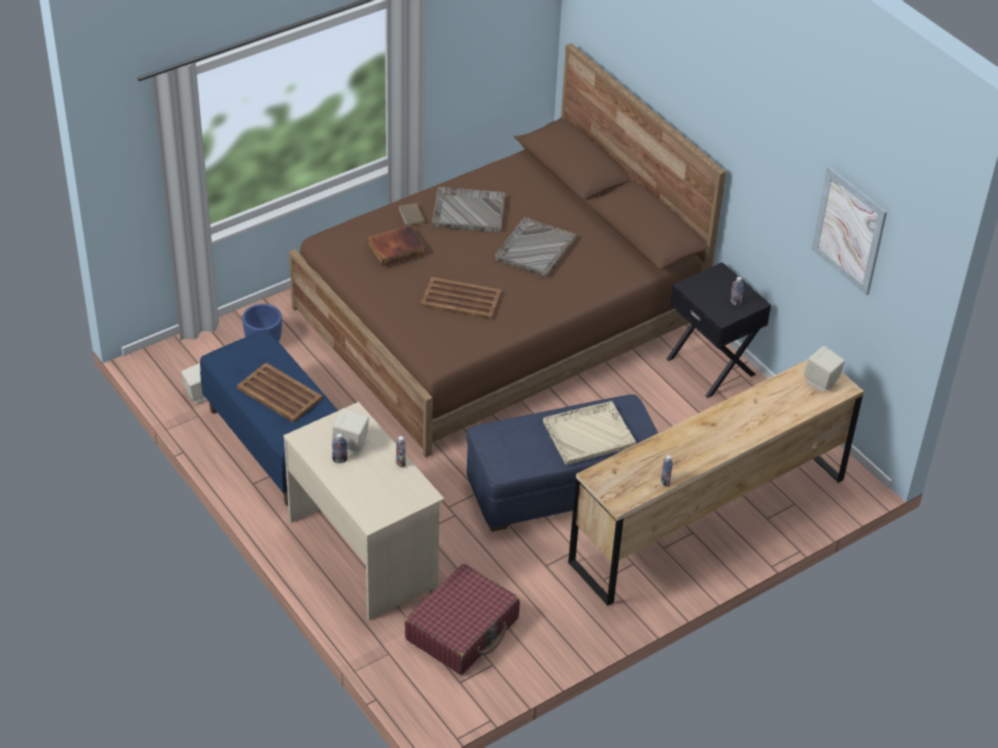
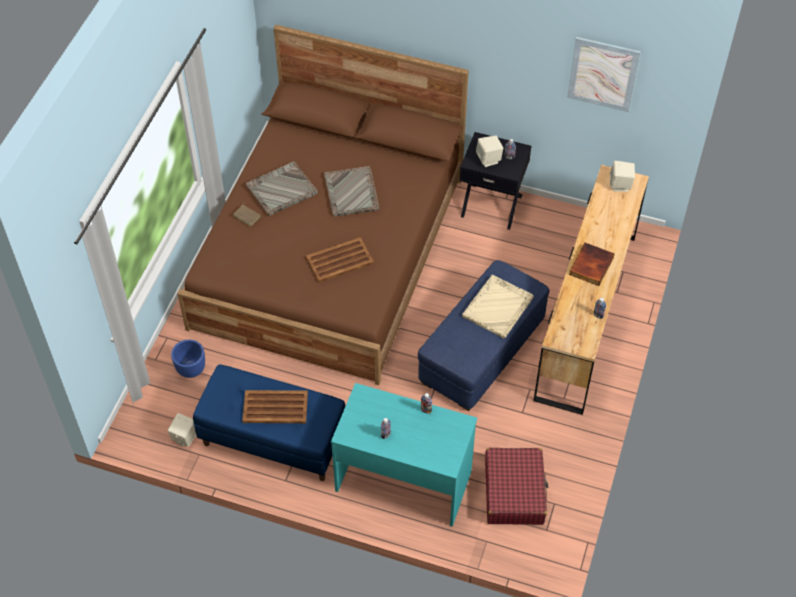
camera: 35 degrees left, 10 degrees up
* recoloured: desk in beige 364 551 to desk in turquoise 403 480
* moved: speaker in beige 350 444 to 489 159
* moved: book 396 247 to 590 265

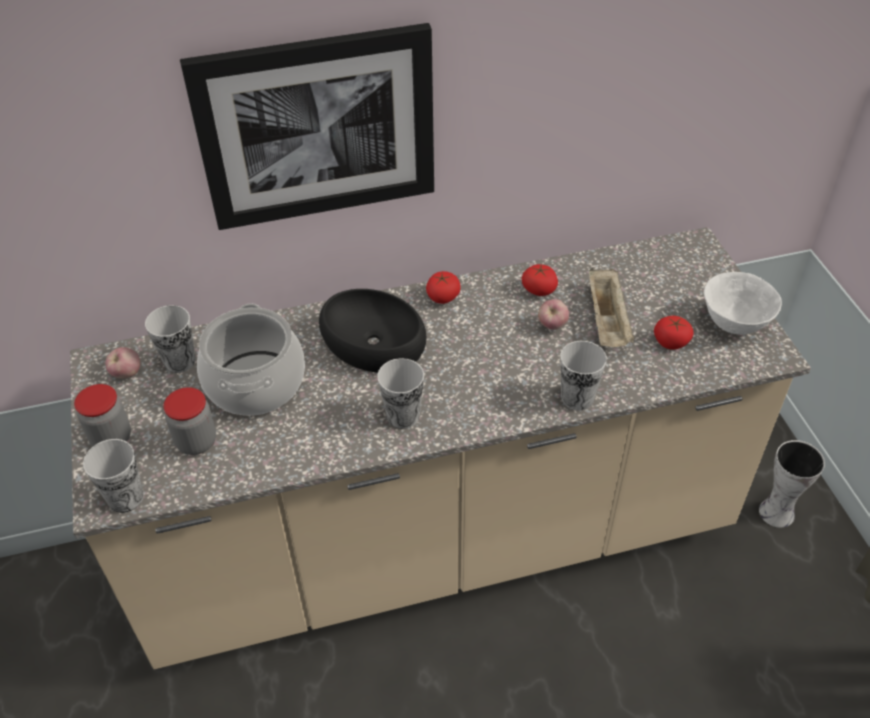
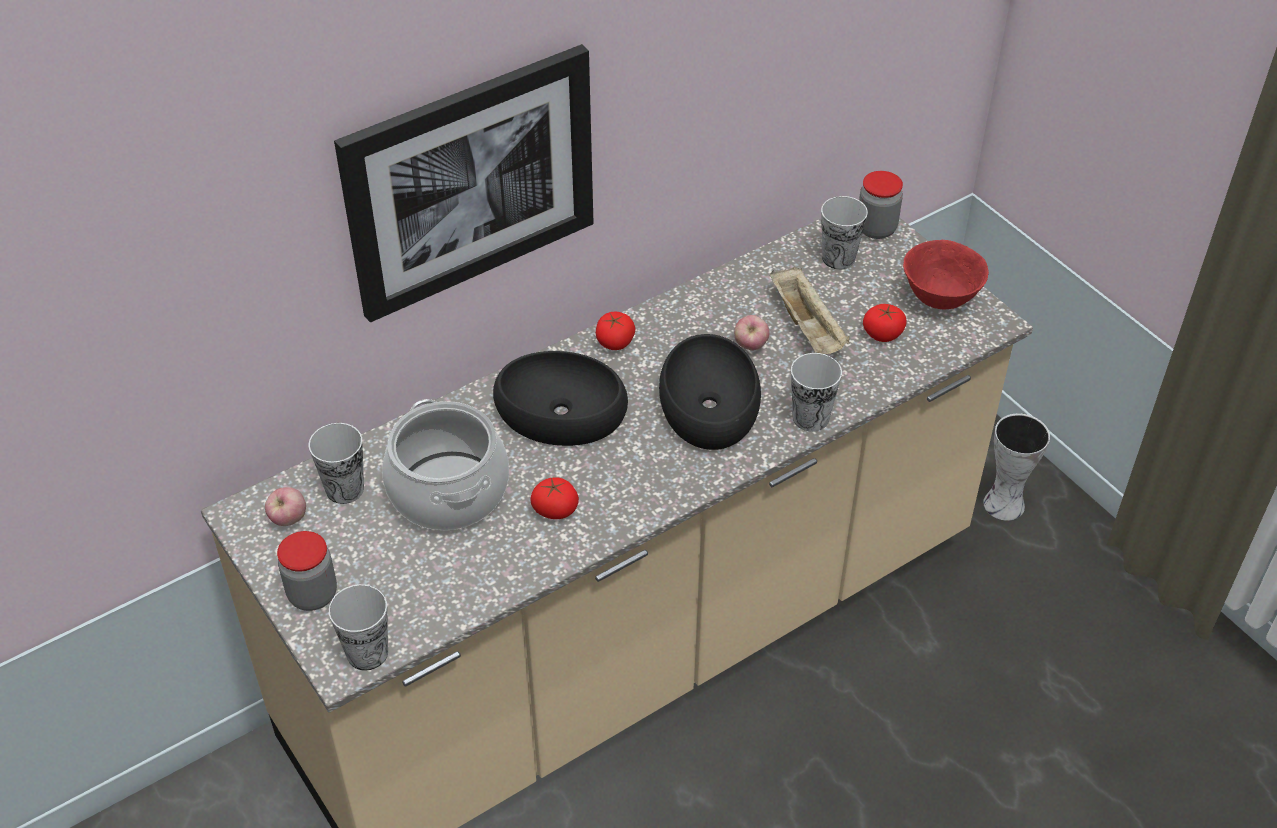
camera: 20 degrees left, 0 degrees up
* moved: tomato 539 289 to 555 509
* added: bowl in black 710 406
* moved: cup 403 416 to 838 258
* moved: jar 196 442 to 876 229
* recoloured: bowl in white 734 323 to bowl in red 940 298

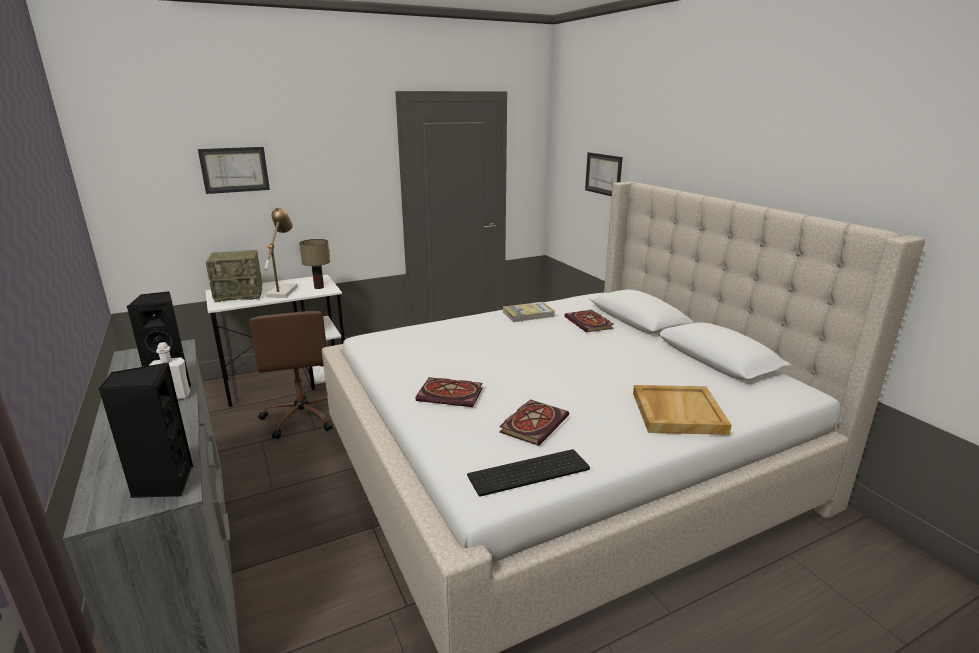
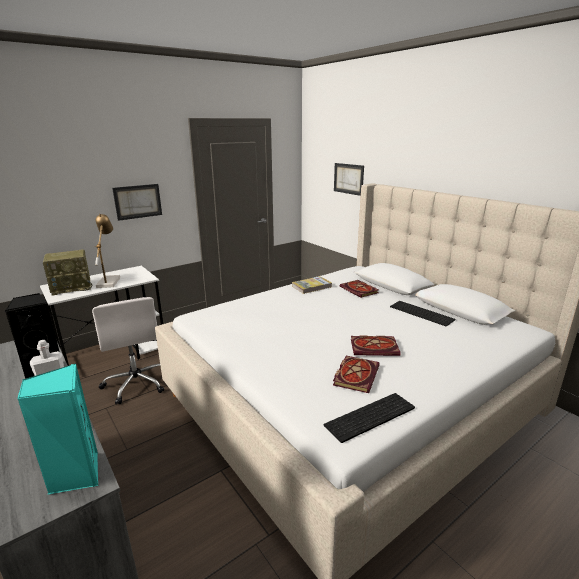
camera: 10 degrees left, 0 degrees up
* recoloured: speaker in black 163 483 to speaker in turquoise 75 475
* recoloured: office chair in brown 303 417 to office chair in white 136 383
* moved: picture 234 170 to 138 201
* moved: book 452 394 to 375 347
* added: keyboard 422 313
* removed: table lamp 318 287
* removed: tray in beige 677 412

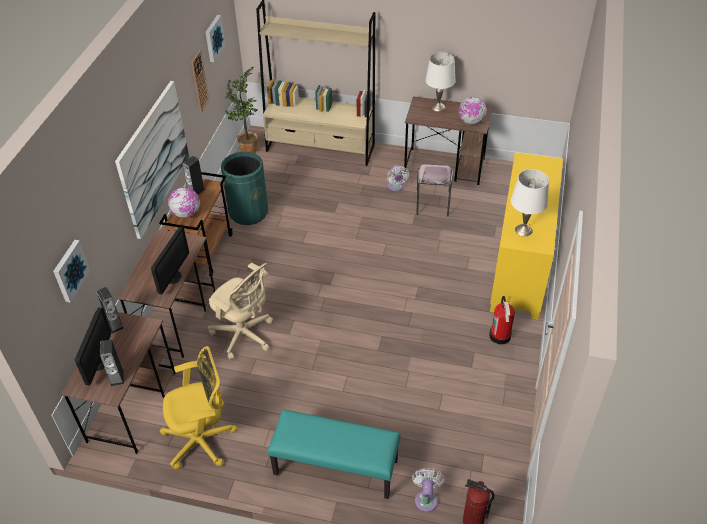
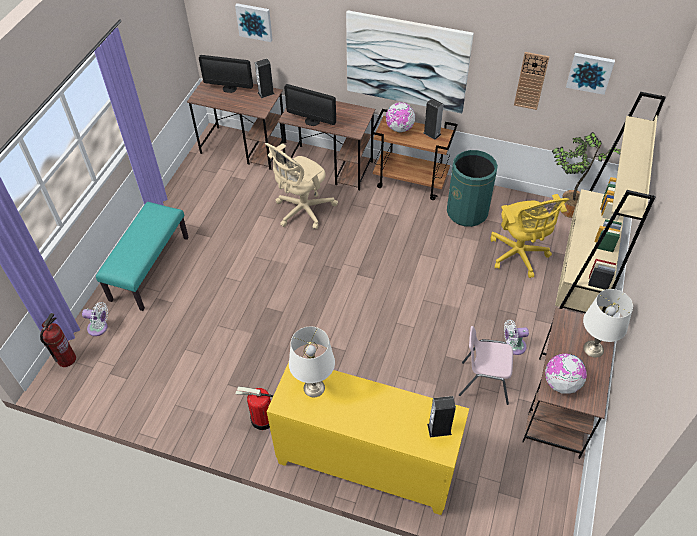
camera: 95 degrees right, 5 degrees up
* moved: speaker 117 377 to 439 429
* moved: office chair in yellow 202 440 to 519 255

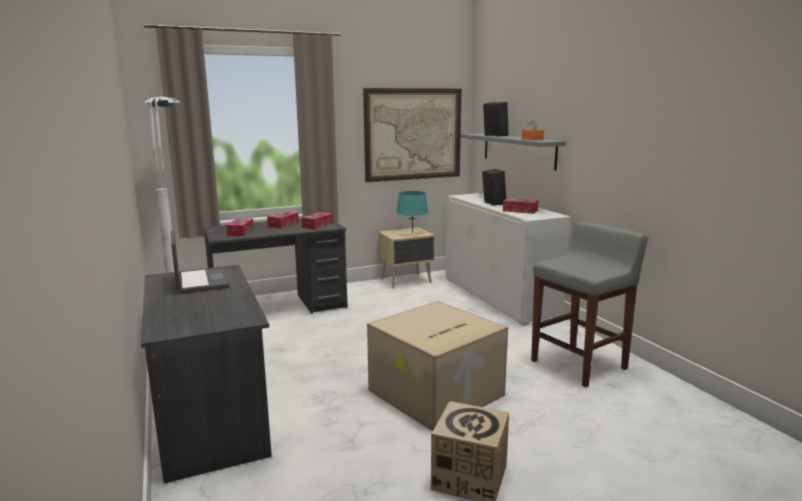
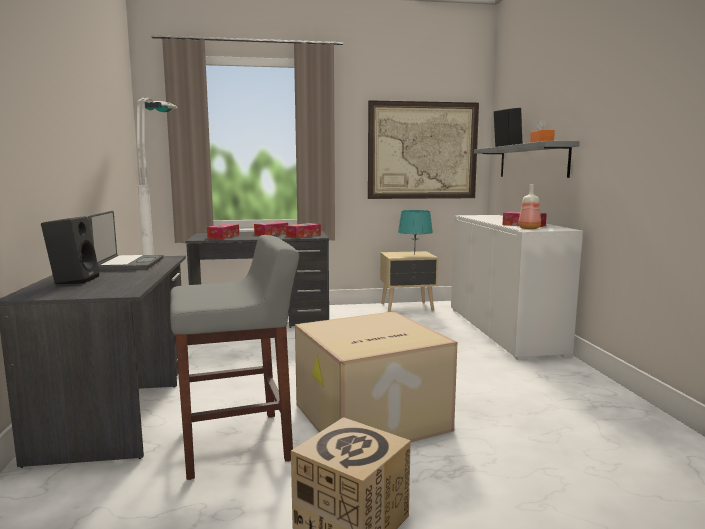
camera: 15 degrees right, 5 degrees down
* moved: speaker in black 492 203 to 73 280
* moved: stool in grey 580 364 to 238 443
* added: bottle 528 228

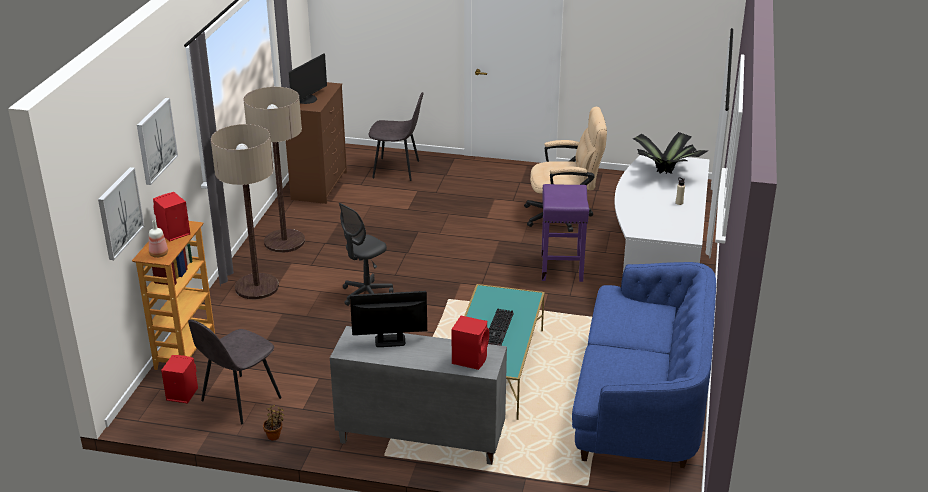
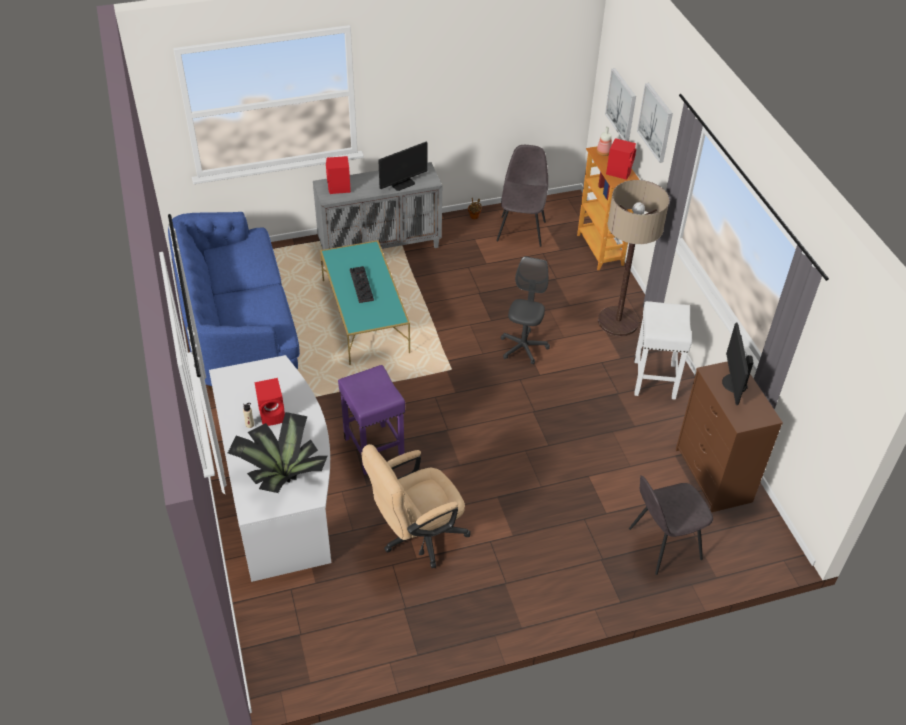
camera: 150 degrees right, 15 degrees up
* moved: speaker in red 181 394 to 273 414
* replaced: floor lamp 284 241 to stool in white 654 380

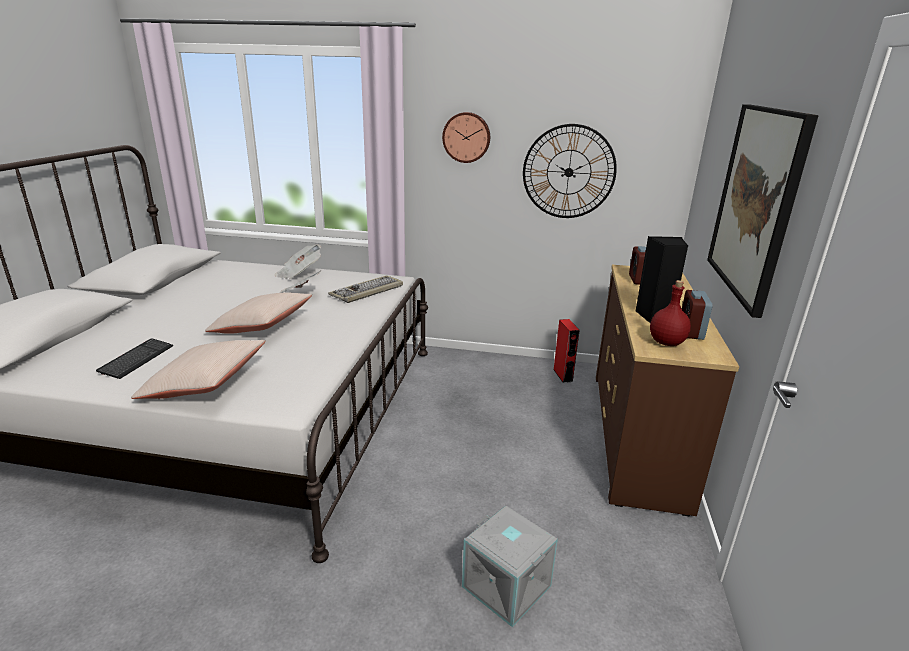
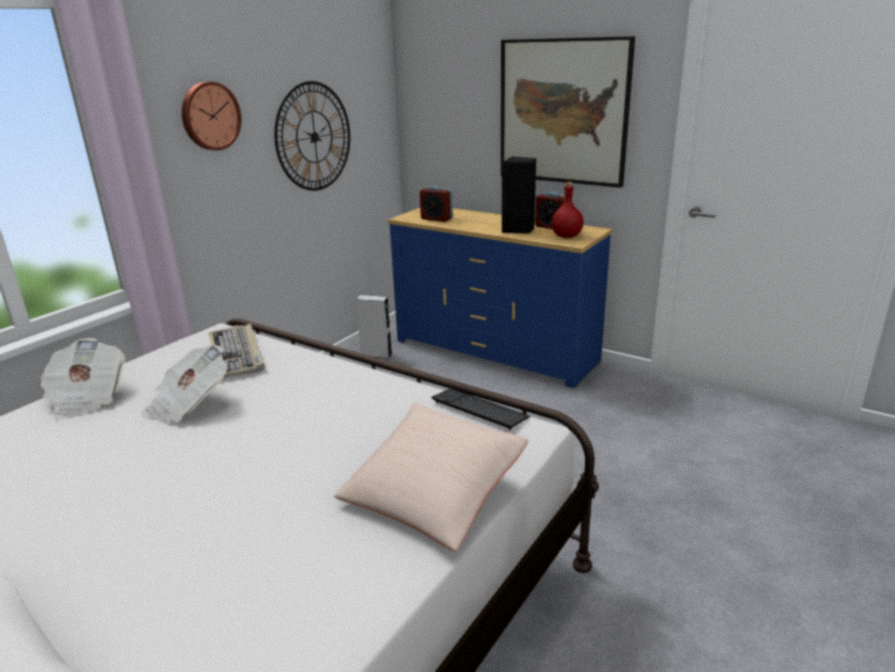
camera: 65 degrees left, 0 degrees up
* recoloured: speaker in red 563 375 to speaker in grey 376 355
* recoloured: dresser in brown 637 435 to dresser in blue 495 351
* moved: keyboard 137 359 to 479 409
* removed: pillow in beige 262 326
* removed: storage box in grey 508 585

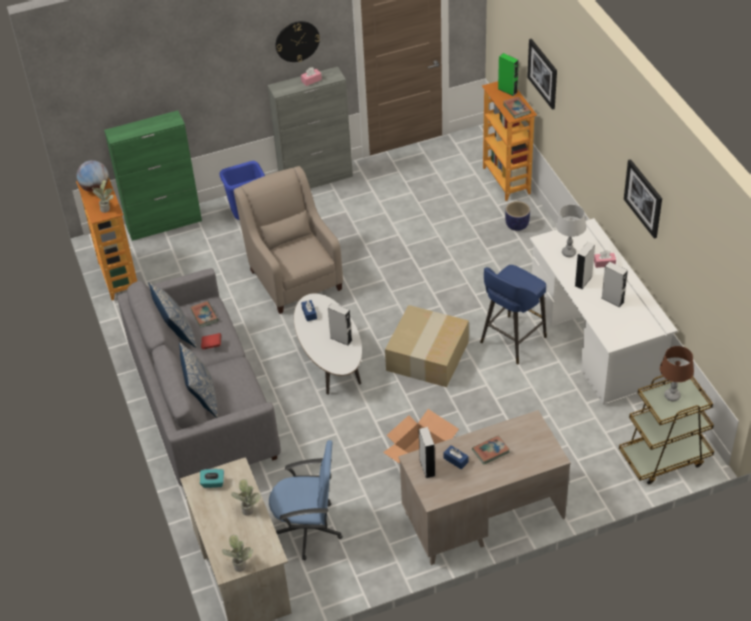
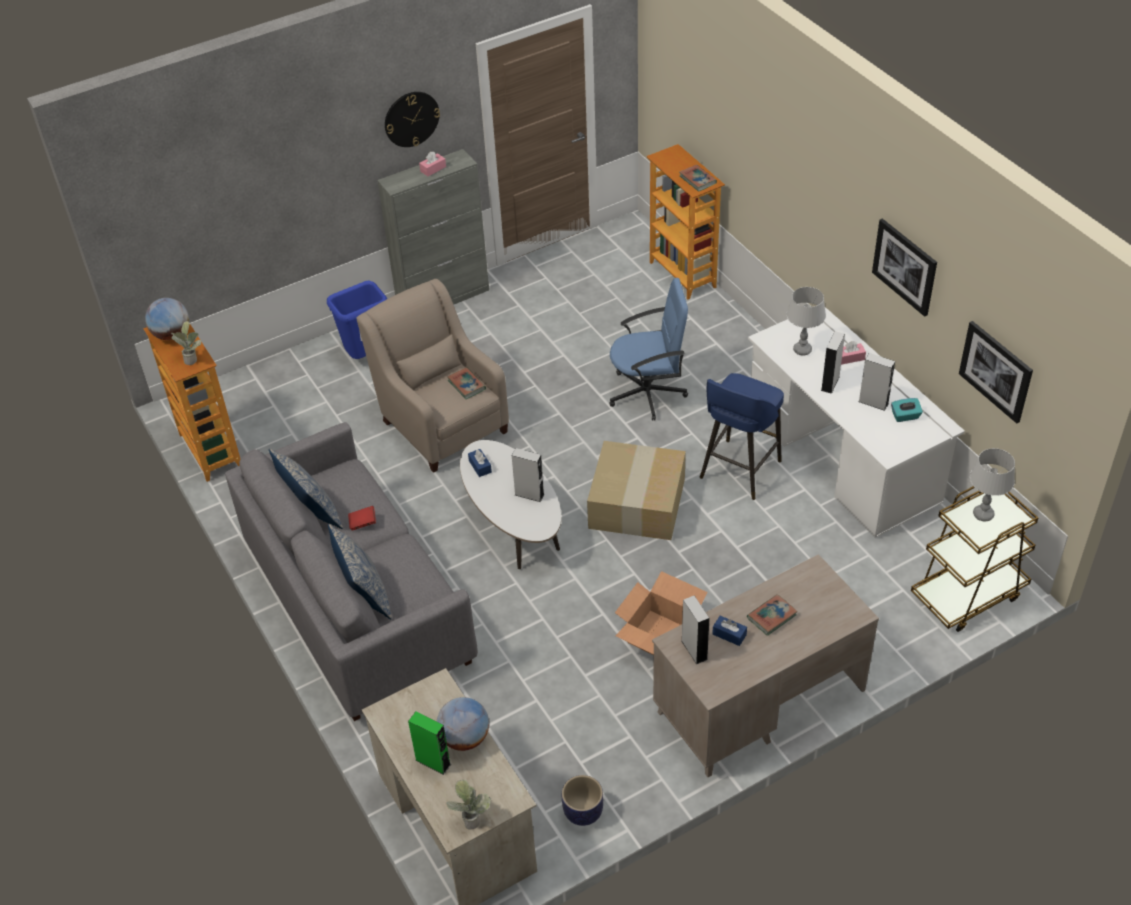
camera: 10 degrees left, 0 degrees up
* moved: speaker in green 507 90 to 433 762
* replaced: potted plant 248 508 to globe 464 738
* moved: book 204 315 to 466 385
* moved: planter 516 225 to 582 812
* moved: office chair in blue 308 529 to 648 393
* moved: tissue box in turquoise 213 483 to 905 416
* moved: picture 543 73 to 996 371
* recoloured: table lamp in brown 672 396 to table lamp in grey 983 514
* removed: cabinet in green 164 223

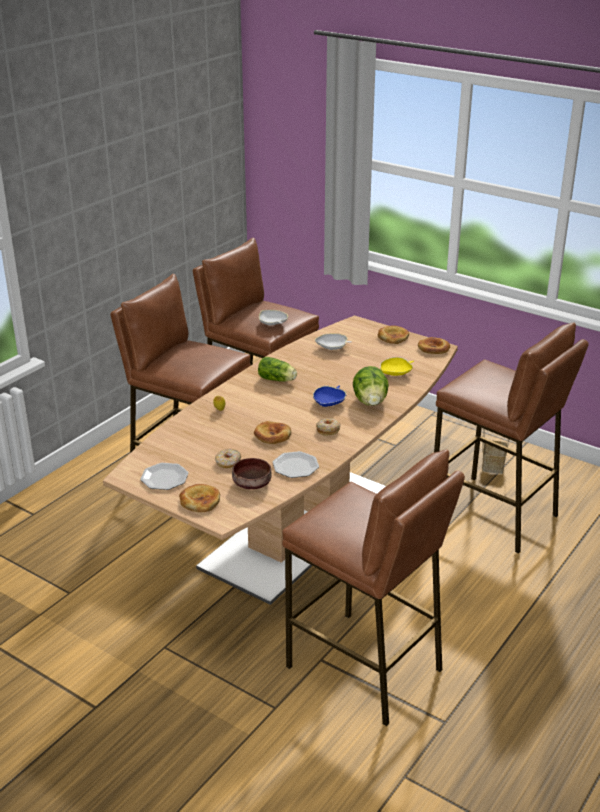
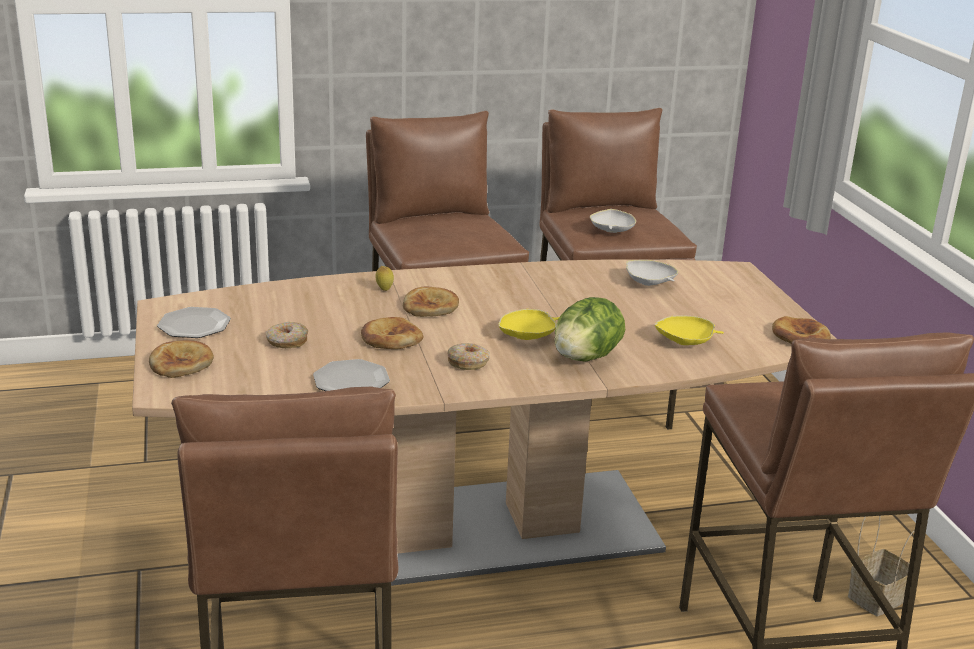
camera: 40 degrees right, 5 degrees down
* moved: bread 393 337 to 430 306
* recoloured: bowl in blue 329 403 to bowl in yellow 528 336
* removed: bowl in brown 253 483
* removed: lettuce 278 380

